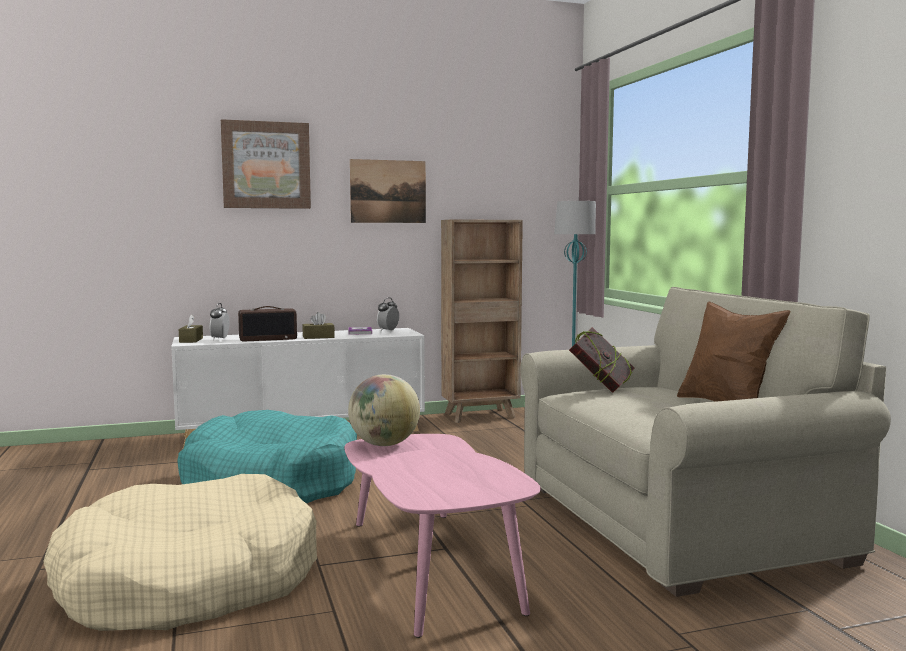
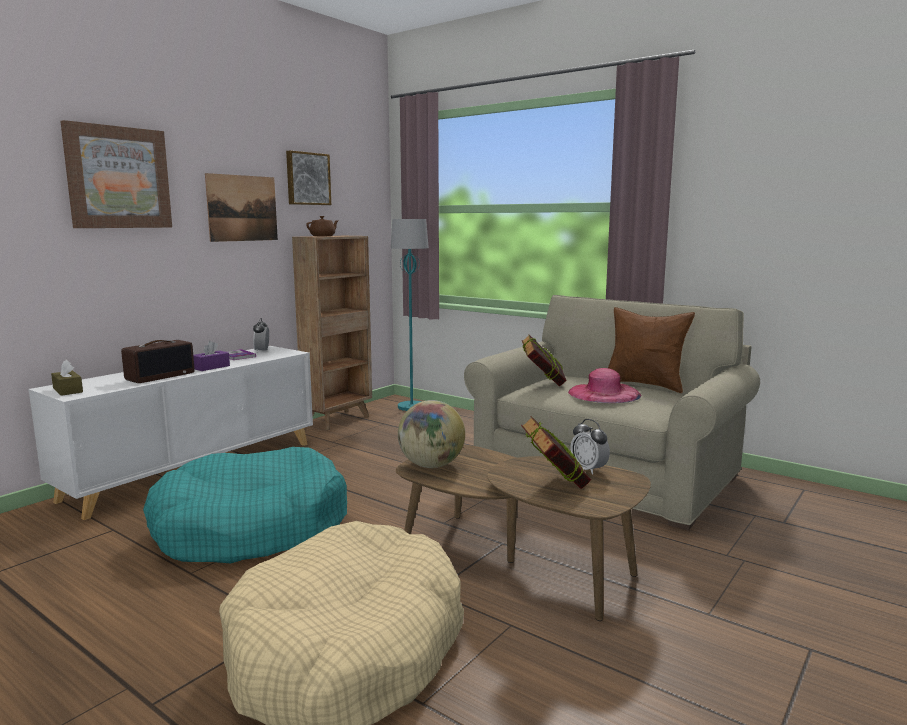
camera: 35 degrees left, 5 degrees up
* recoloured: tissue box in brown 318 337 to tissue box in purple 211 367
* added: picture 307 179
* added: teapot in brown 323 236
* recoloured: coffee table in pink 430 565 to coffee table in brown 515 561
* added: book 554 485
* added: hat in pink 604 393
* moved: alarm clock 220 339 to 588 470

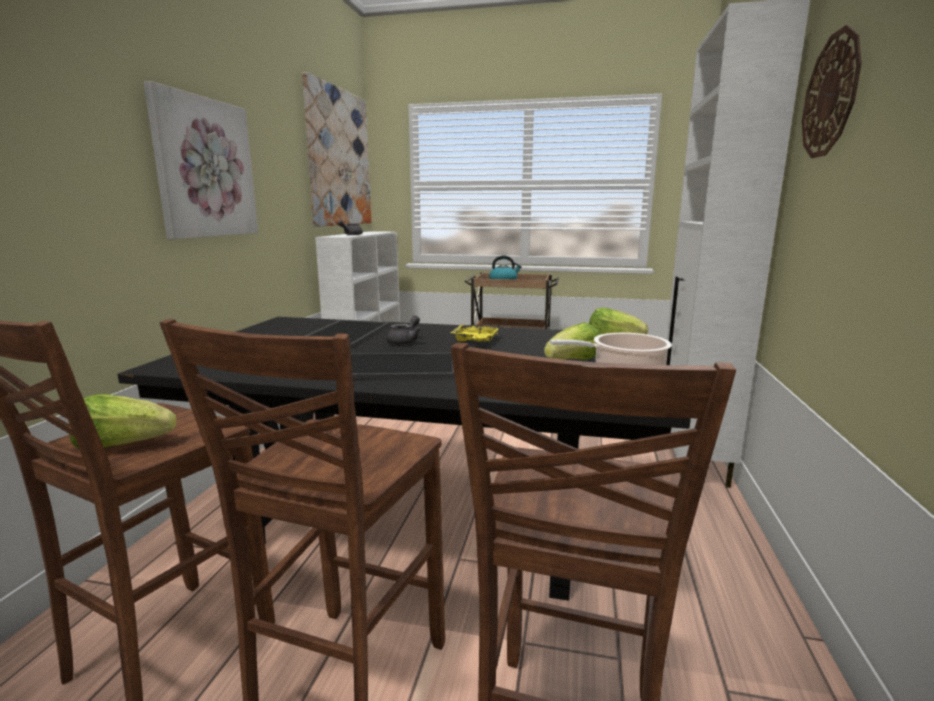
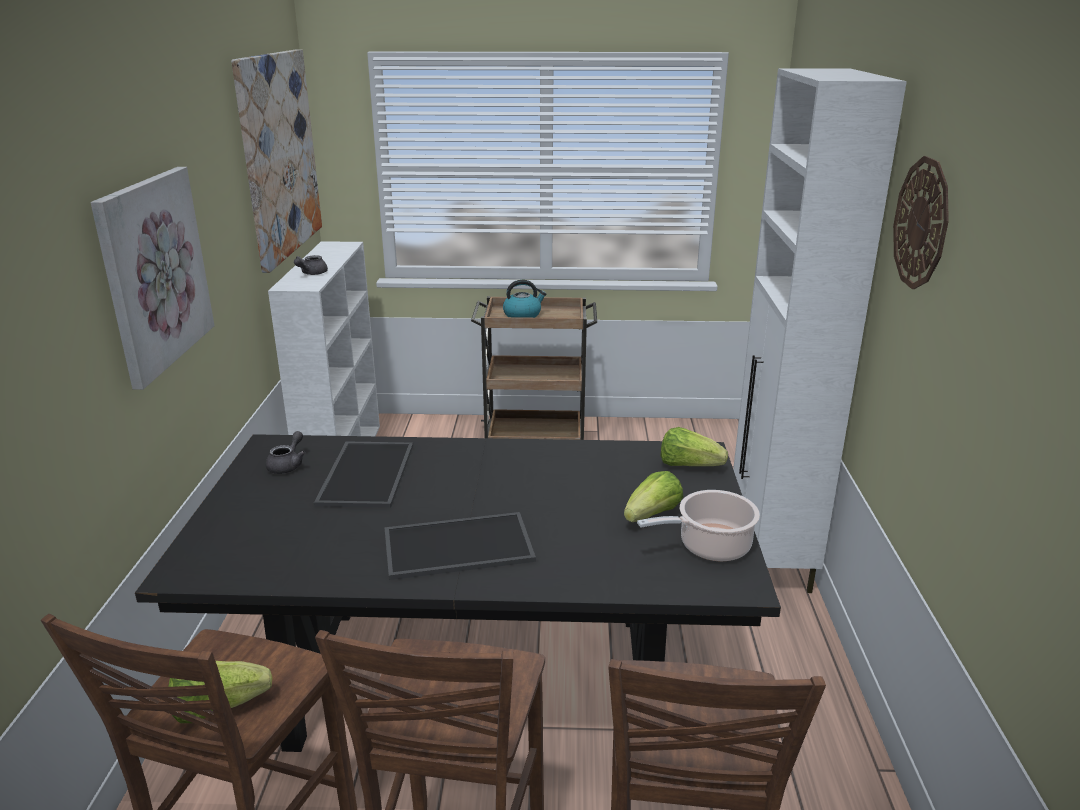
camera: 10 degrees left, 10 degrees up
* moved: teapot in grey 405 342 to 288 465
* removed: tray in yellow 475 341

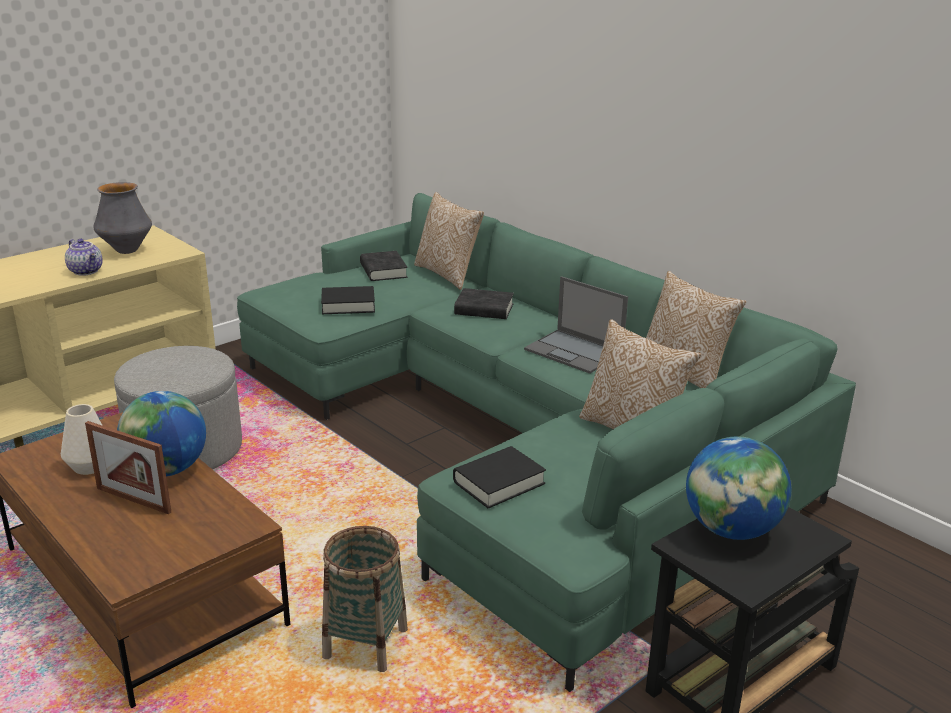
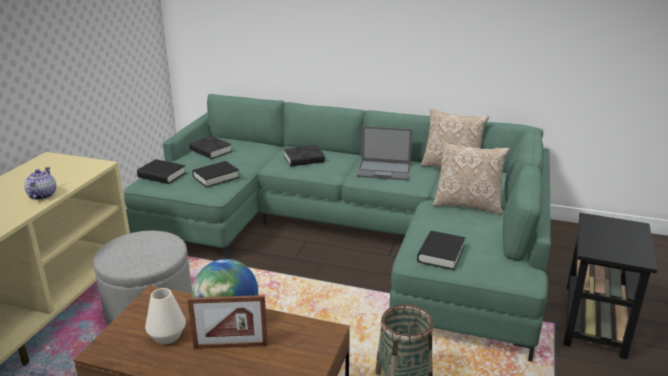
camera: 30 degrees left, 0 degrees up
* turned: teapot 87 271 = 42 195 105 degrees counterclockwise
* added: book in black 162 175
* removed: vase 126 250
* removed: pillow 448 274
* removed: globe 731 530

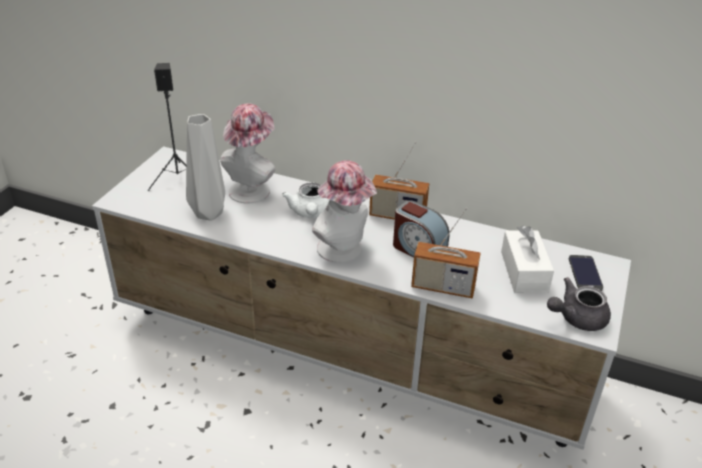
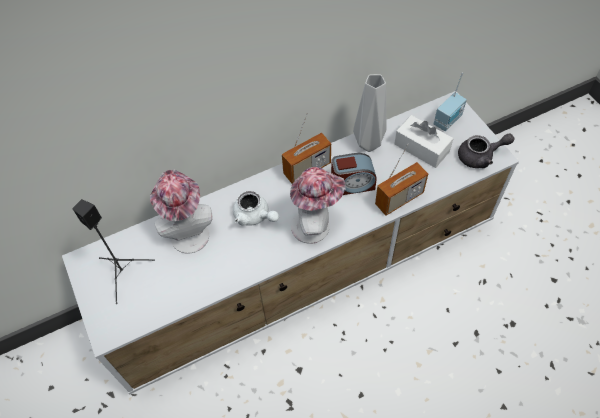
camera: 45 degrees left, 20 degrees up
* moved: vase in grey 210 214 to 370 143
* replaced: phone 585 273 to radio 448 121
* turned: teapot in grey 576 318 = 480 157 120 degrees counterclockwise

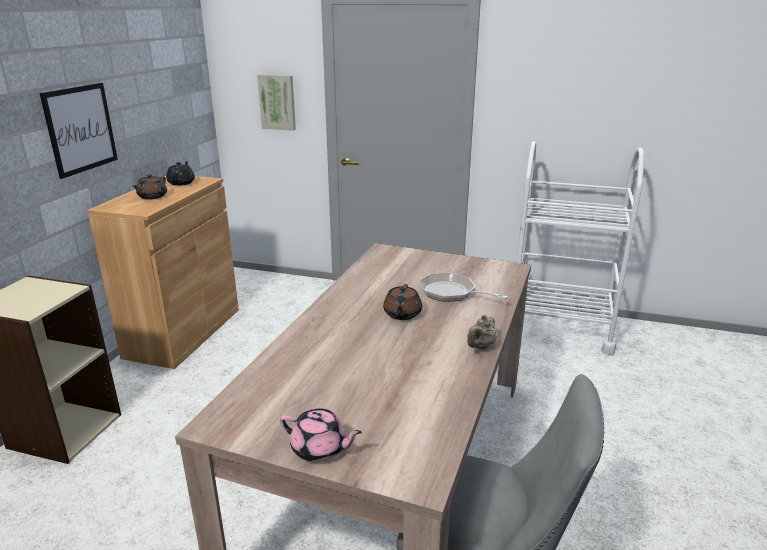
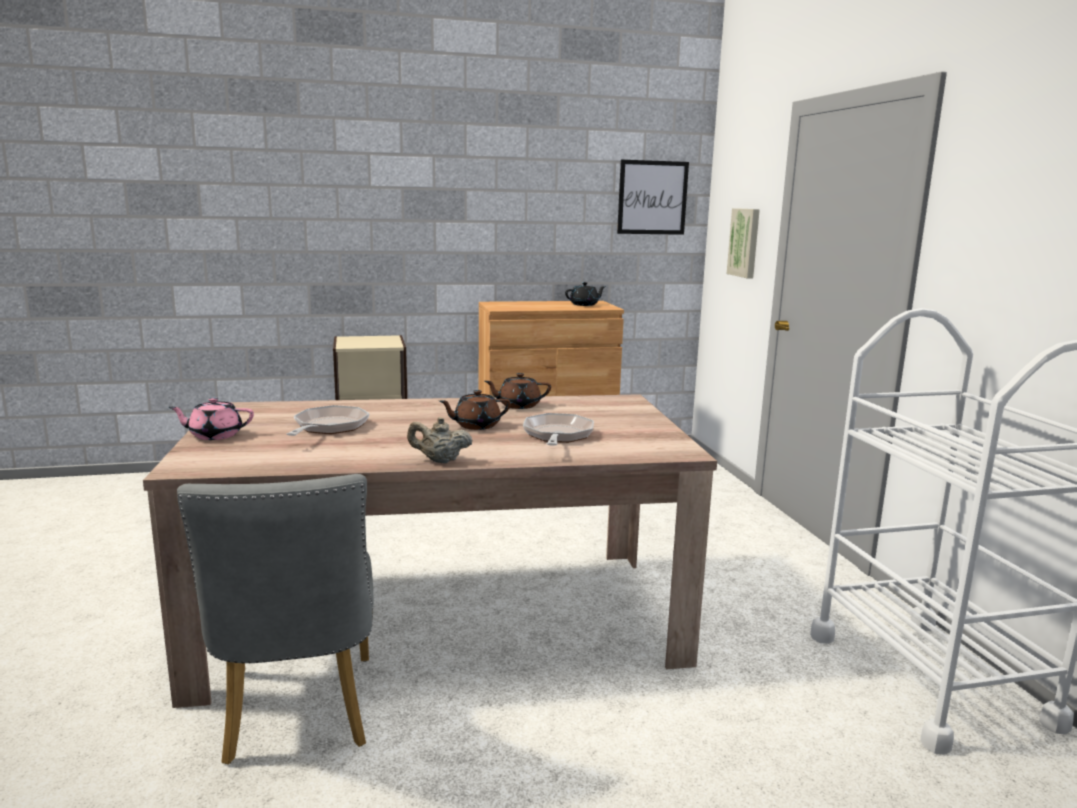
camera: 60 degrees right, 10 degrees down
* turned: teapot in pink 320 449 = 215 435 90 degrees clockwise
* added: frying pan 328 427
* moved: teapot in brown 152 197 to 518 405
* moved: picture 80 129 to 652 197

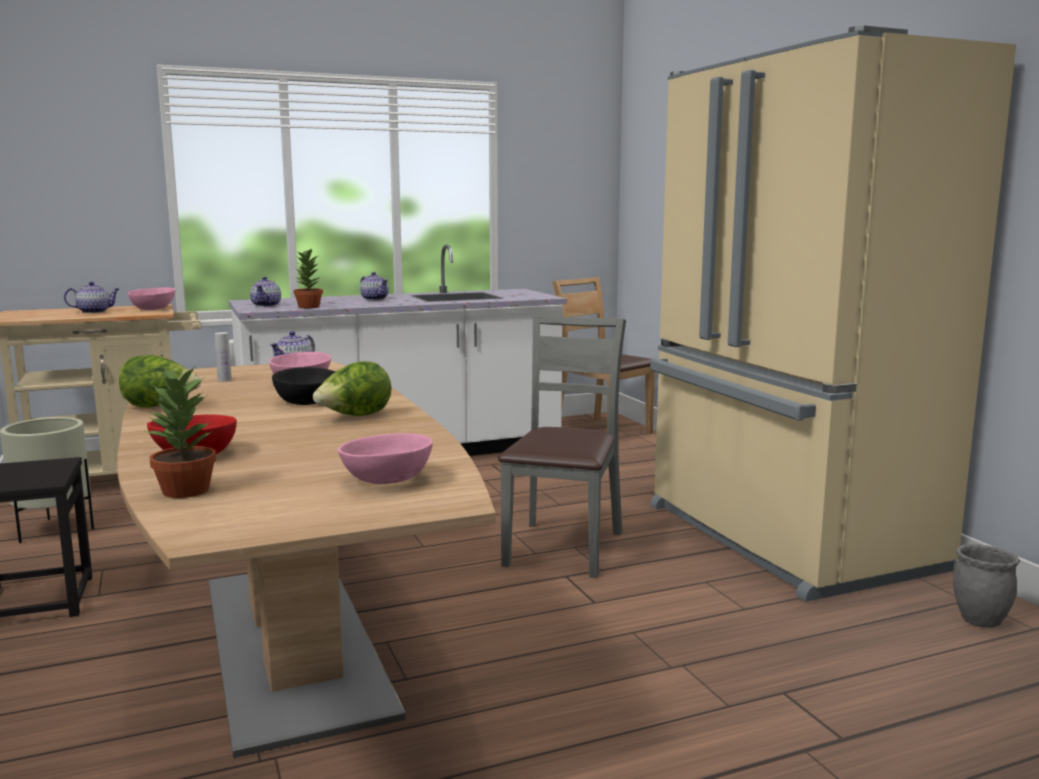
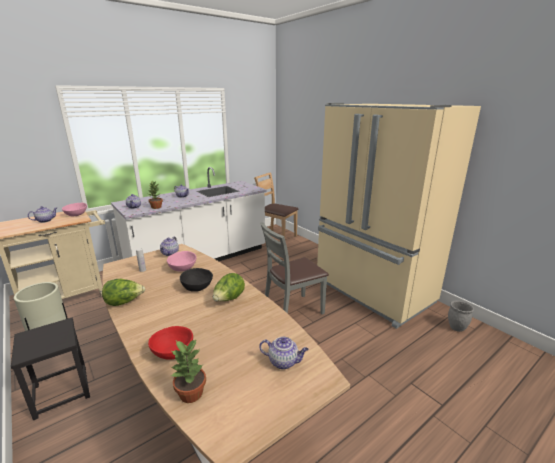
camera: 15 degrees left, 10 degrees up
* replaced: bowl in pink 389 480 to teapot 284 362
* turned: chair in grey 563 548 = 292 311 120 degrees counterclockwise

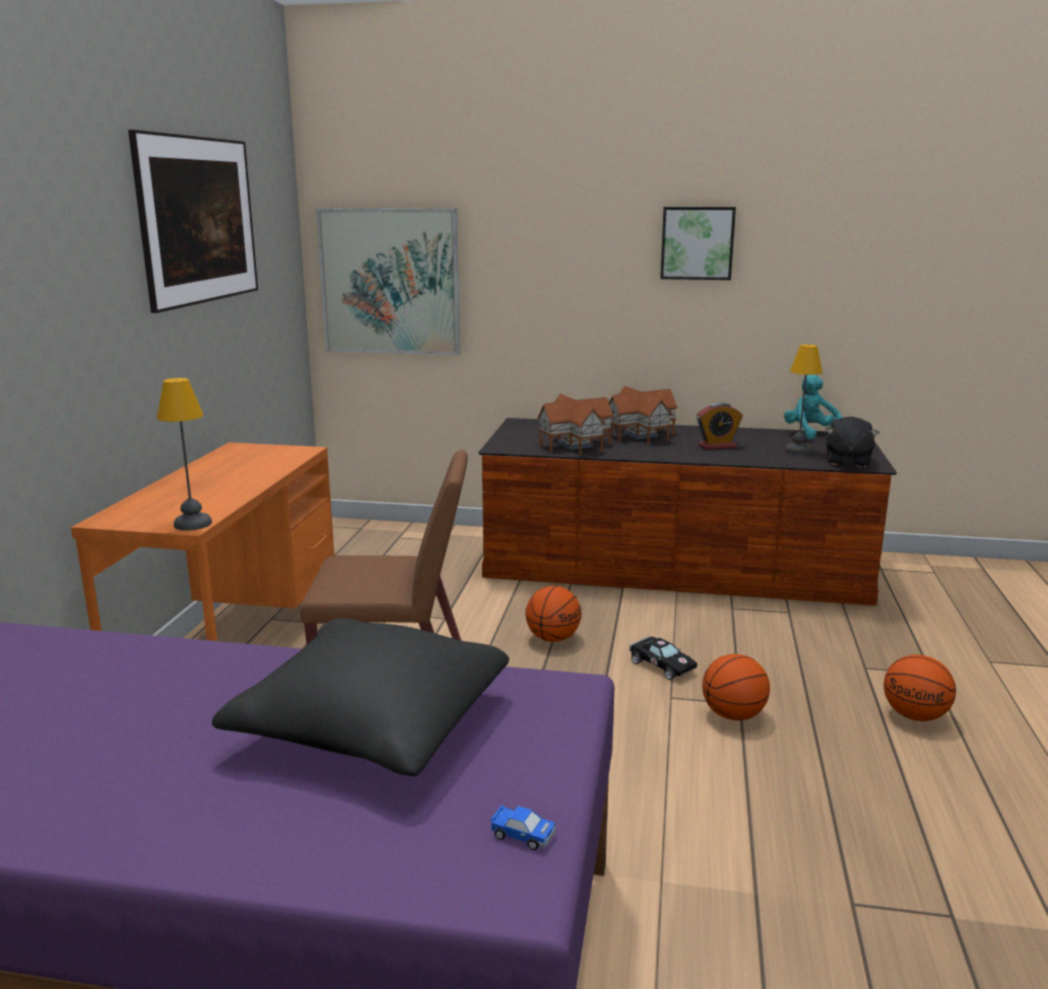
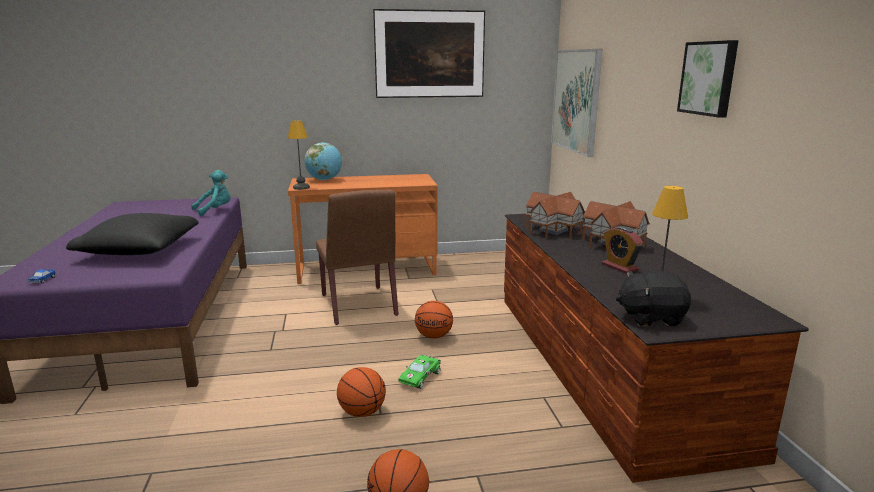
camera: 70 degrees right, 0 degrees up
* moved: plush toy in turquoise 810 434 to 215 210
* added: globe 324 180
* recoloured: toy car in black 660 665 to toy car in green 420 377

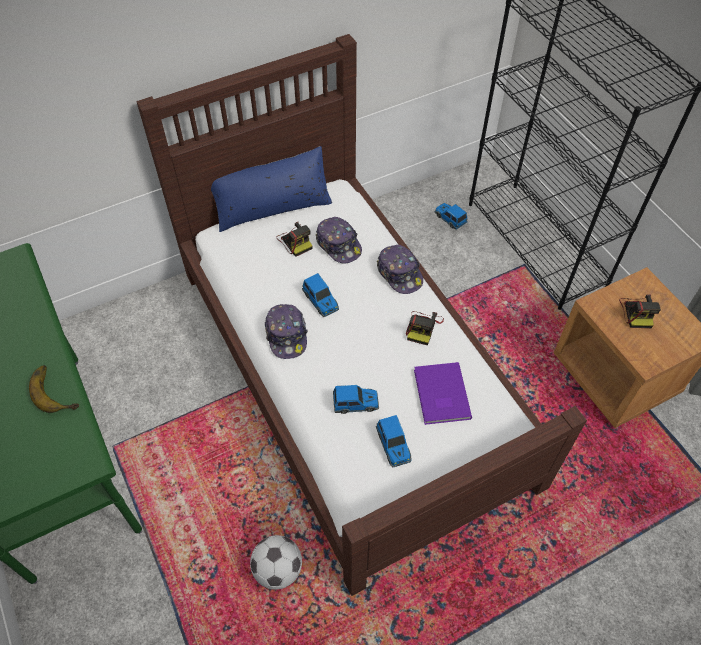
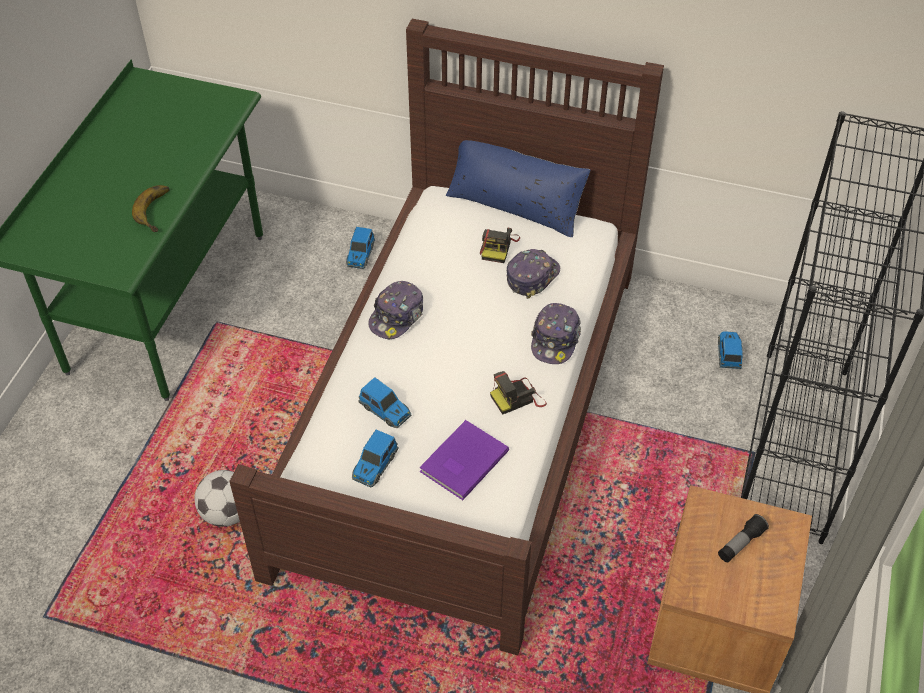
camera: 45 degrees right, 5 degrees down
* moved: toy car 321 301 to 360 255
* turned: cap 339 245 = 532 276 150 degrees counterclockwise
* replaced: photo camera 637 312 to flashlight 740 543

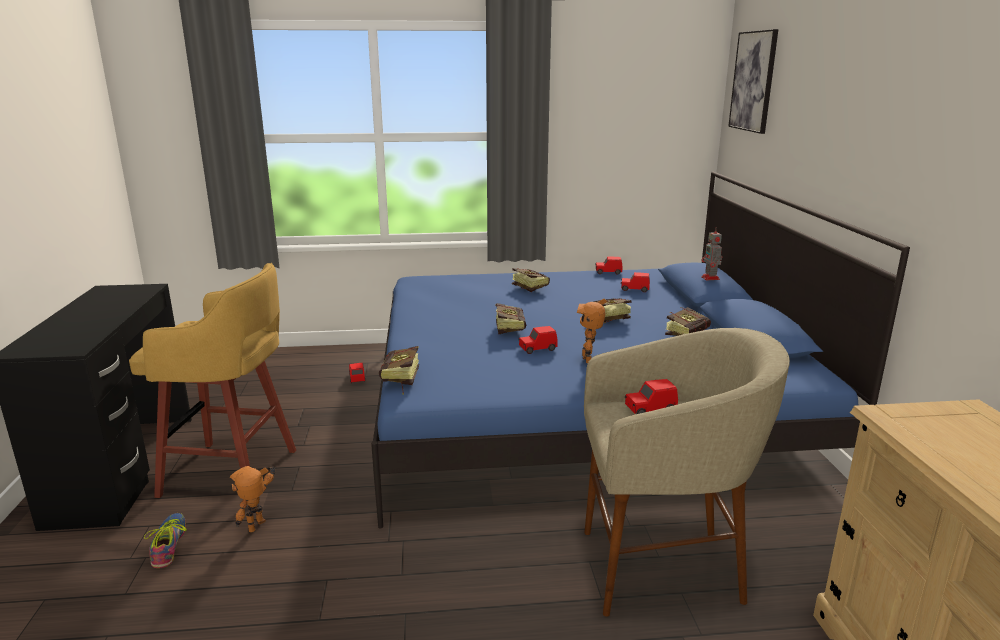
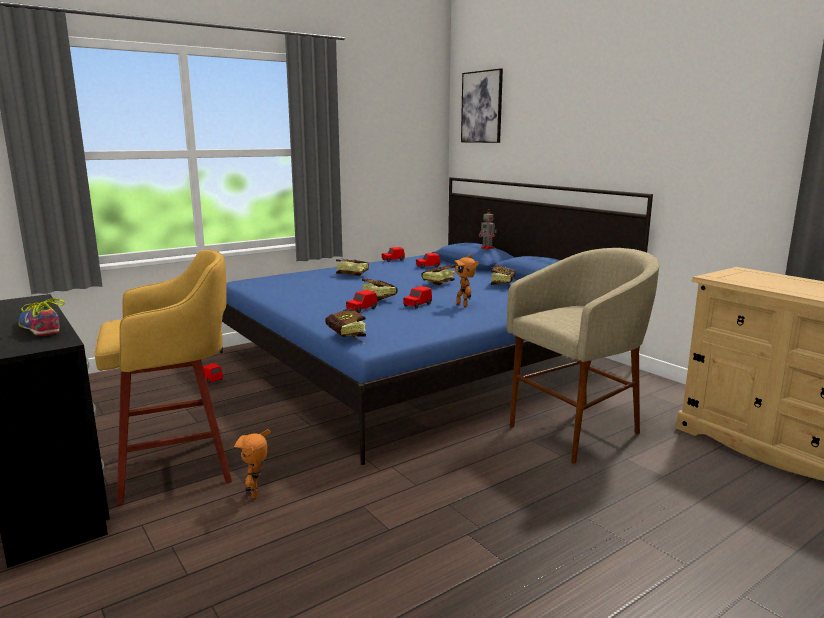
camera: 30 degrees left, 5 degrees down
* moved: shoe 168 545 to 40 327
* moved: toy car in red 649 410 to 361 309

